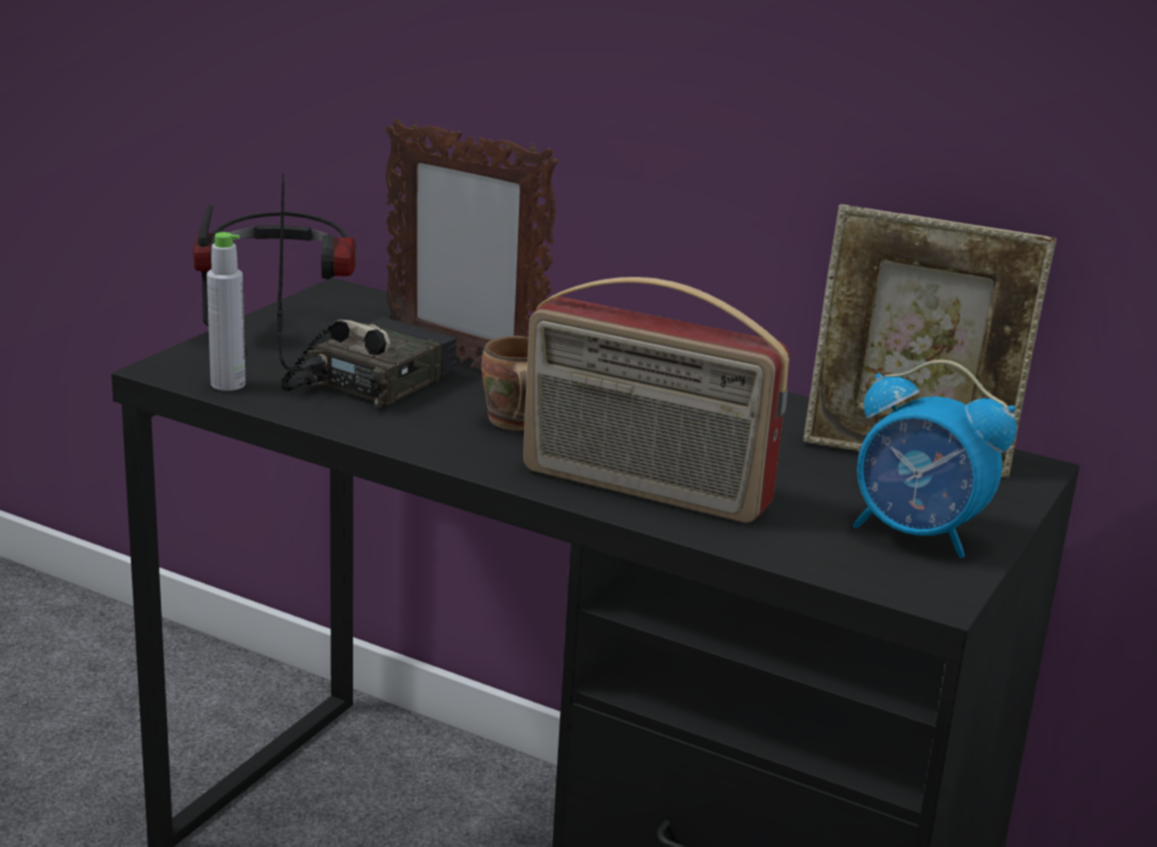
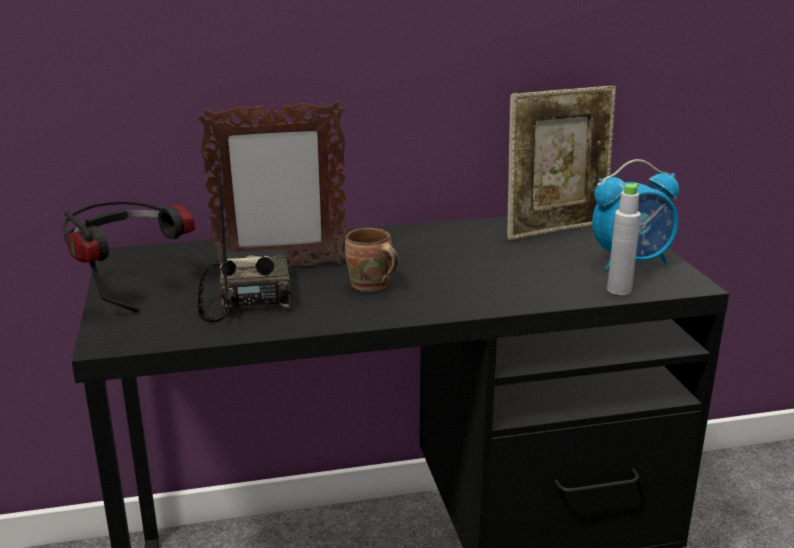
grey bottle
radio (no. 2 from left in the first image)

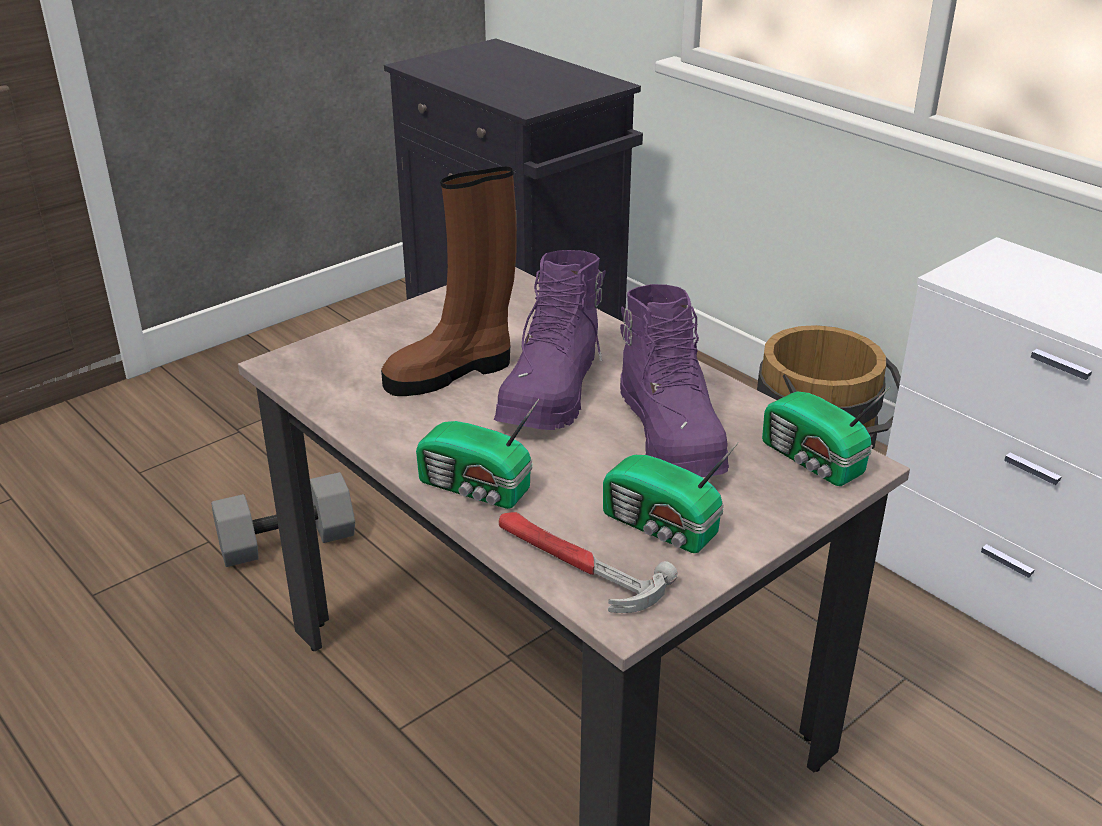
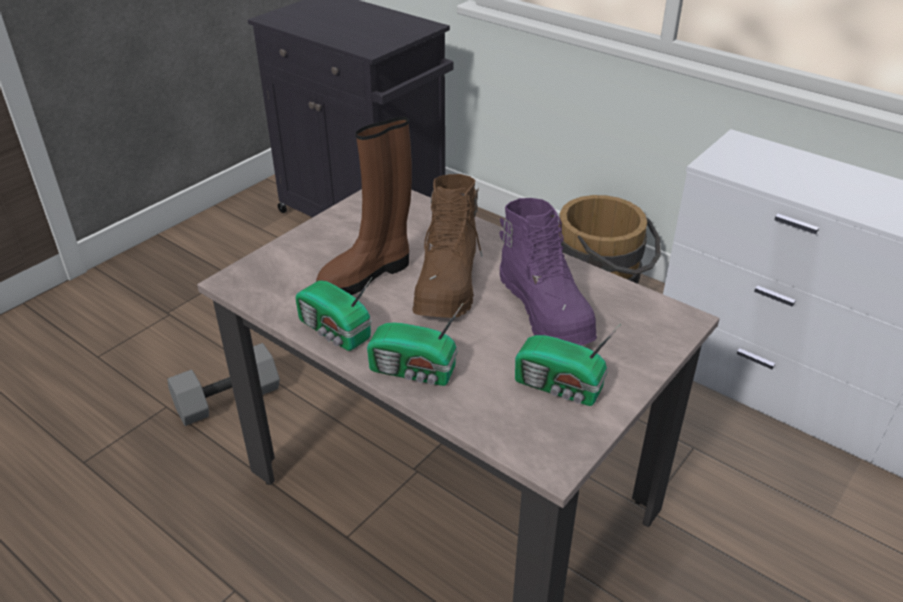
brown boot (no. 2 from left)
radio (no. 1 from left)
hammer

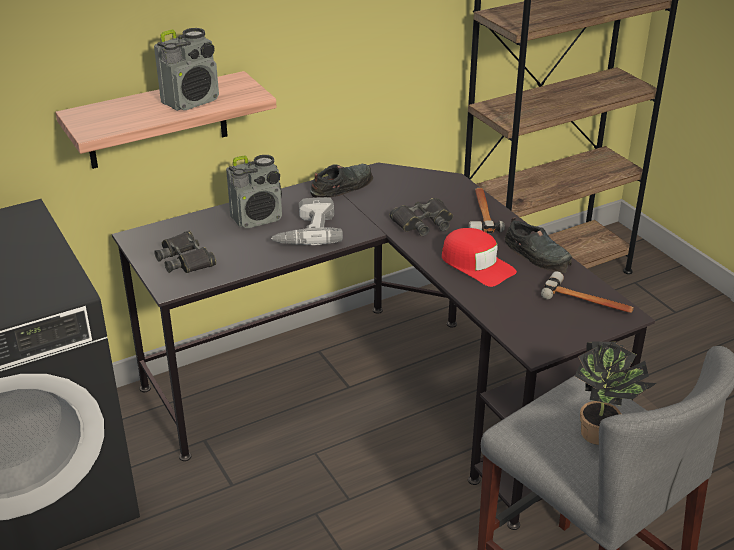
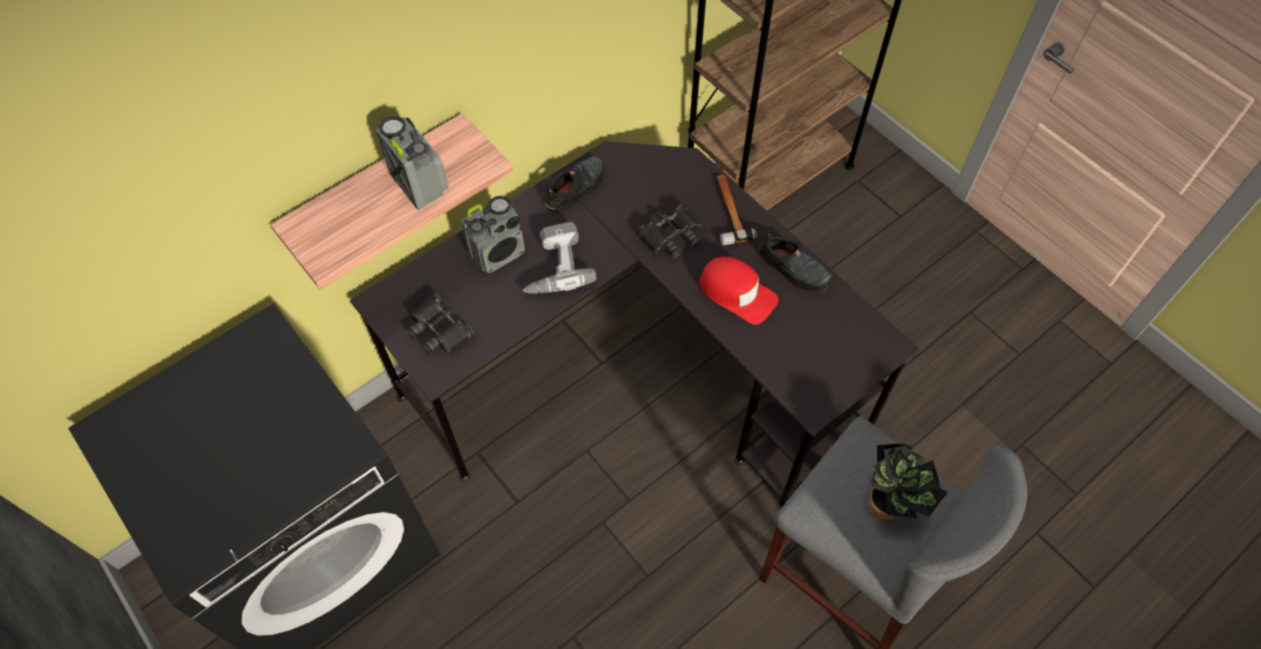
radio (no. 1 from left)
hammer (no. 2 from left in the first image)

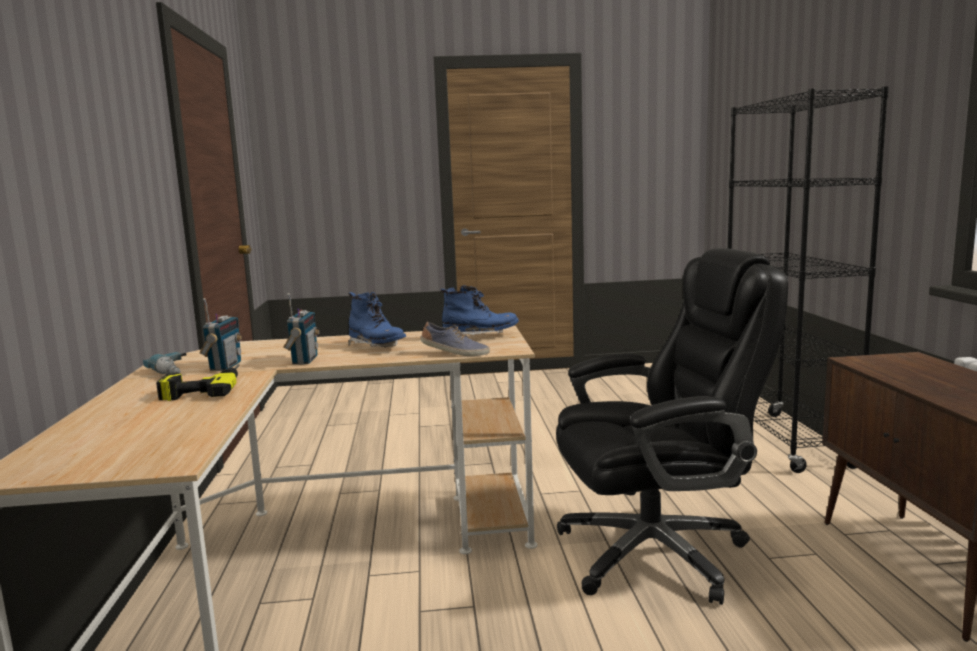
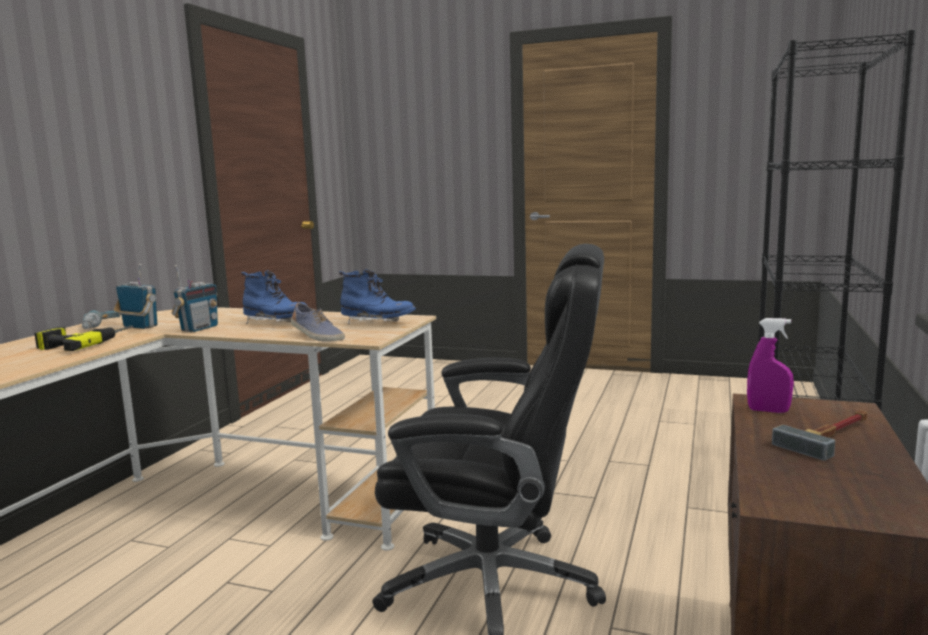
blue boot (no. 1 from left)
radio (no. 1 from left)
purple spray bottle
hammer

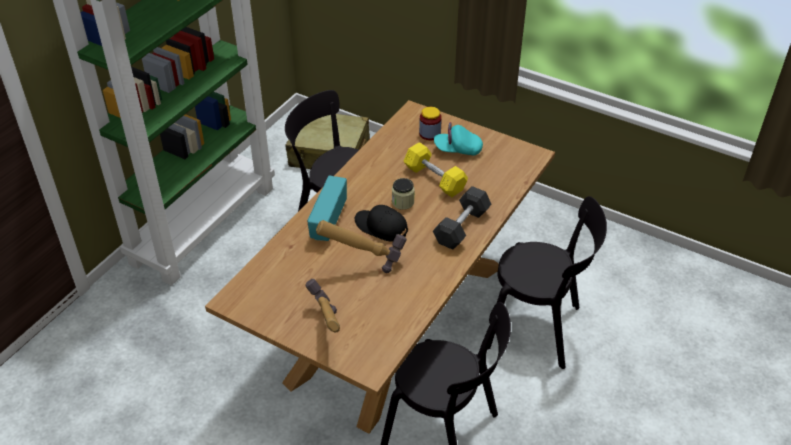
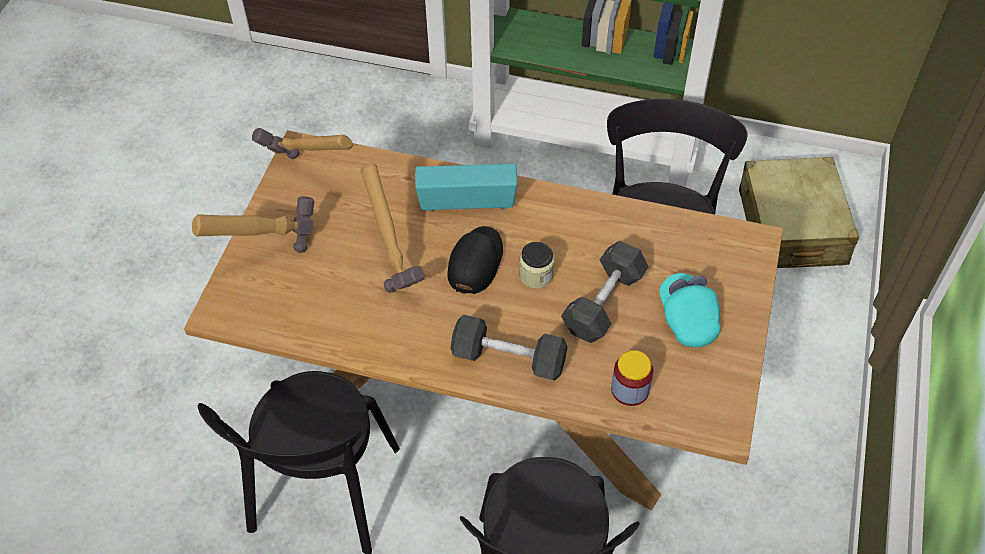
jar (no. 2 from left)
grey dumbbell (no. 2 from left)
hammer (no. 2 from left)

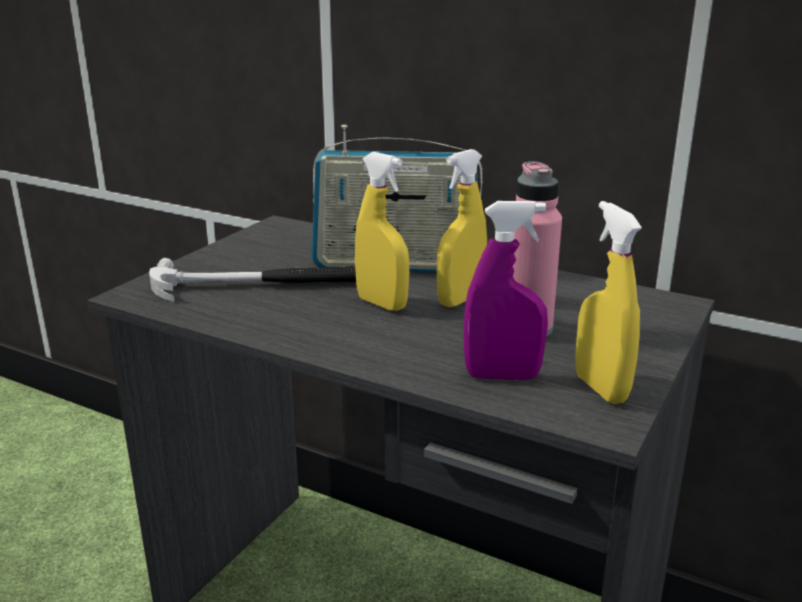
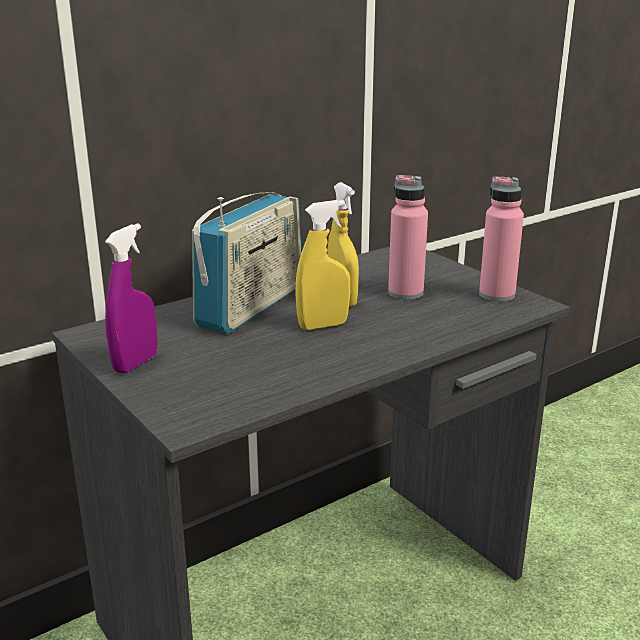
purple spray bottle
pink bottle (no. 2 from left)
hammer

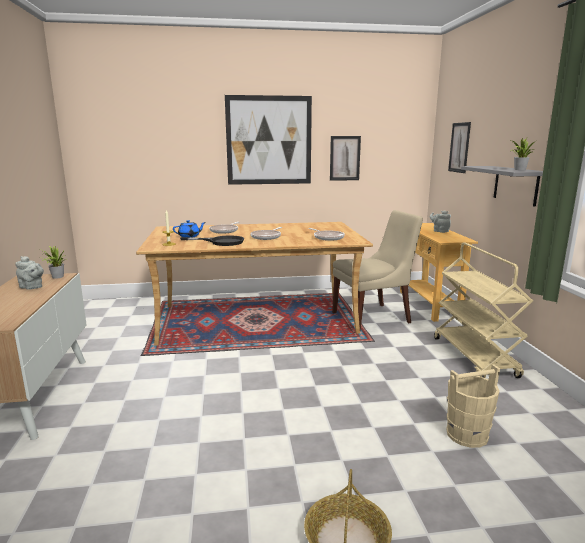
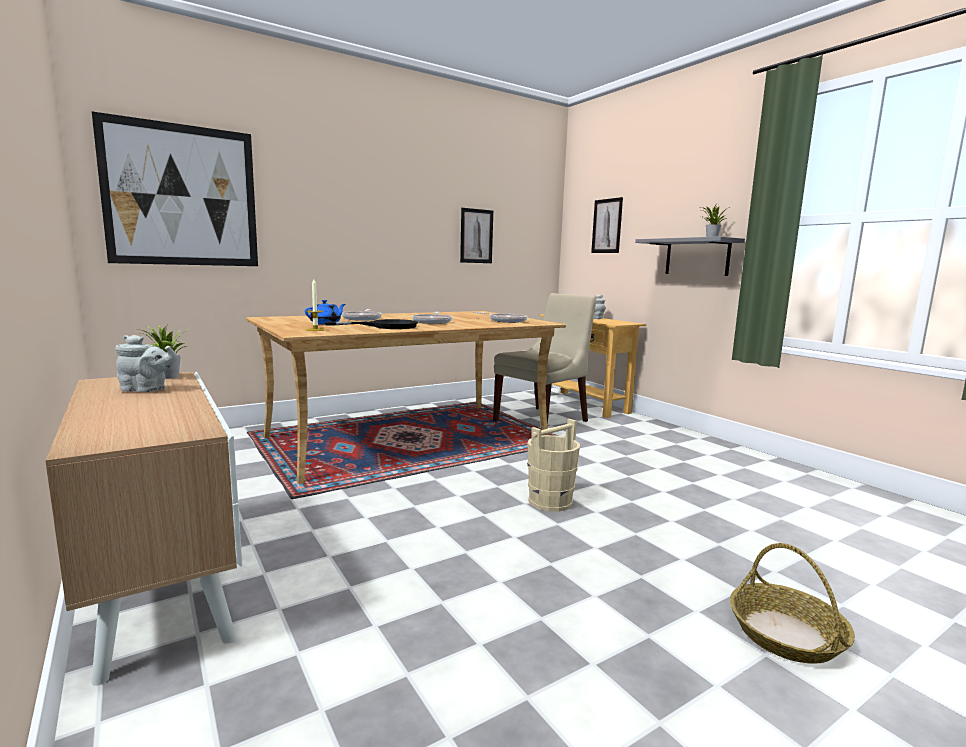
picture (no. 1 from left)
beige cart
beige bucket

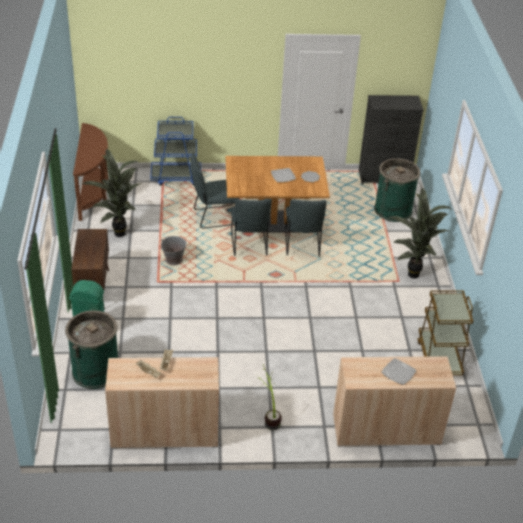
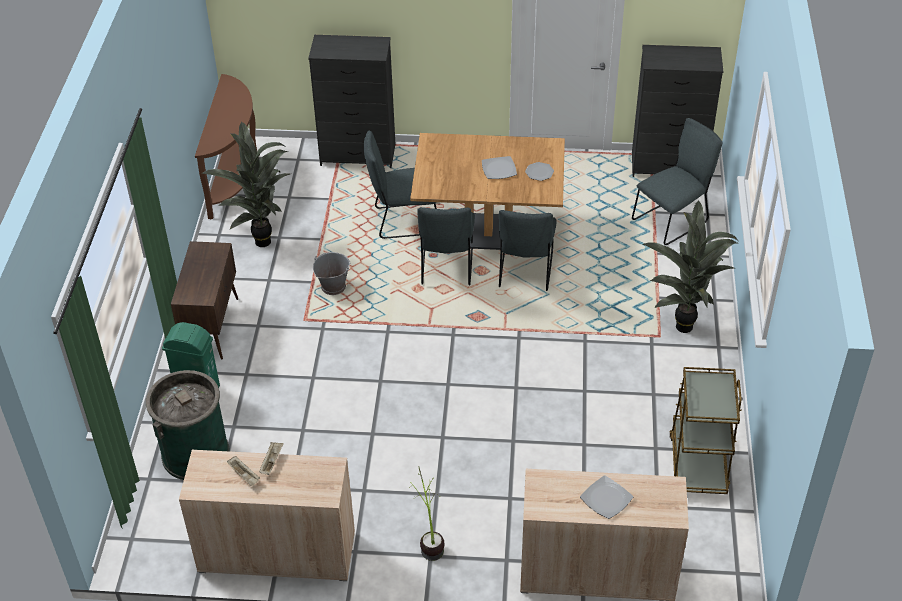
black dresser (no. 1 from left)
grey chair (no. 4 from left)

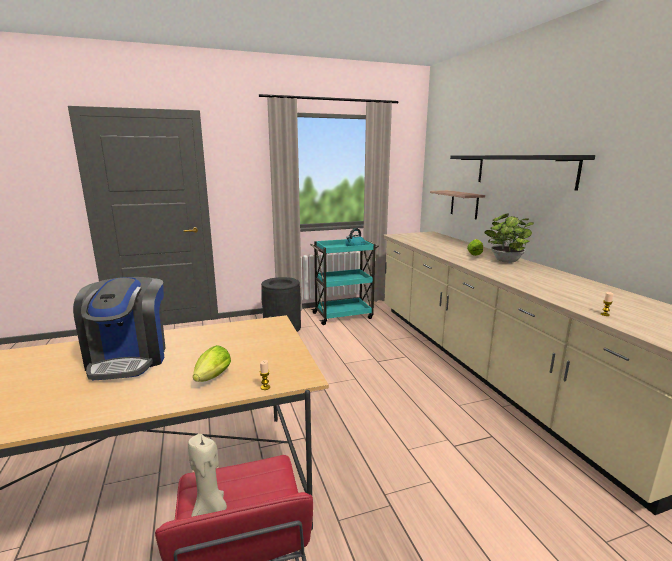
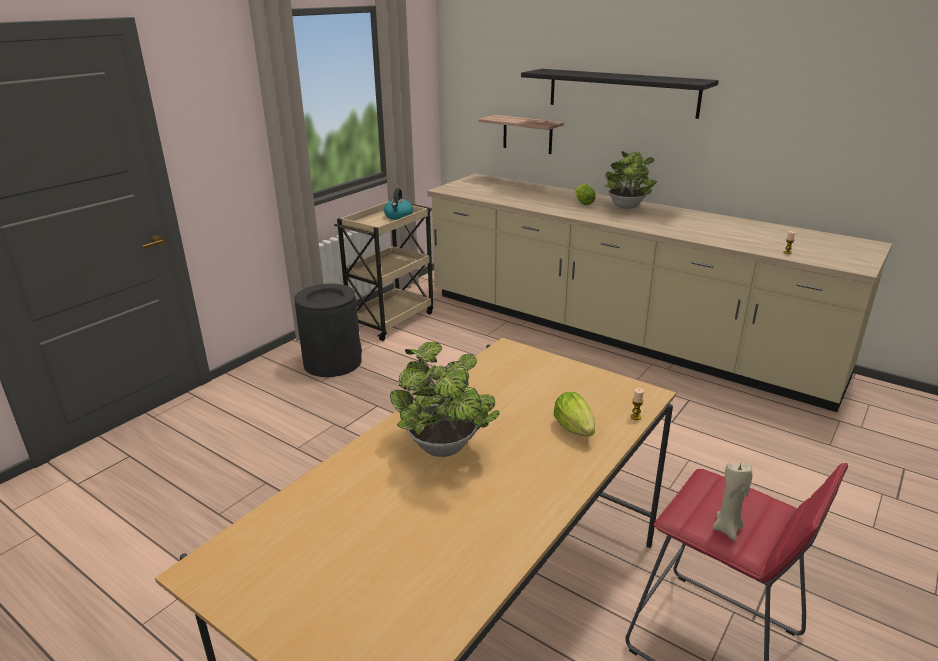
beige cart
potted plant (no. 1 from left)

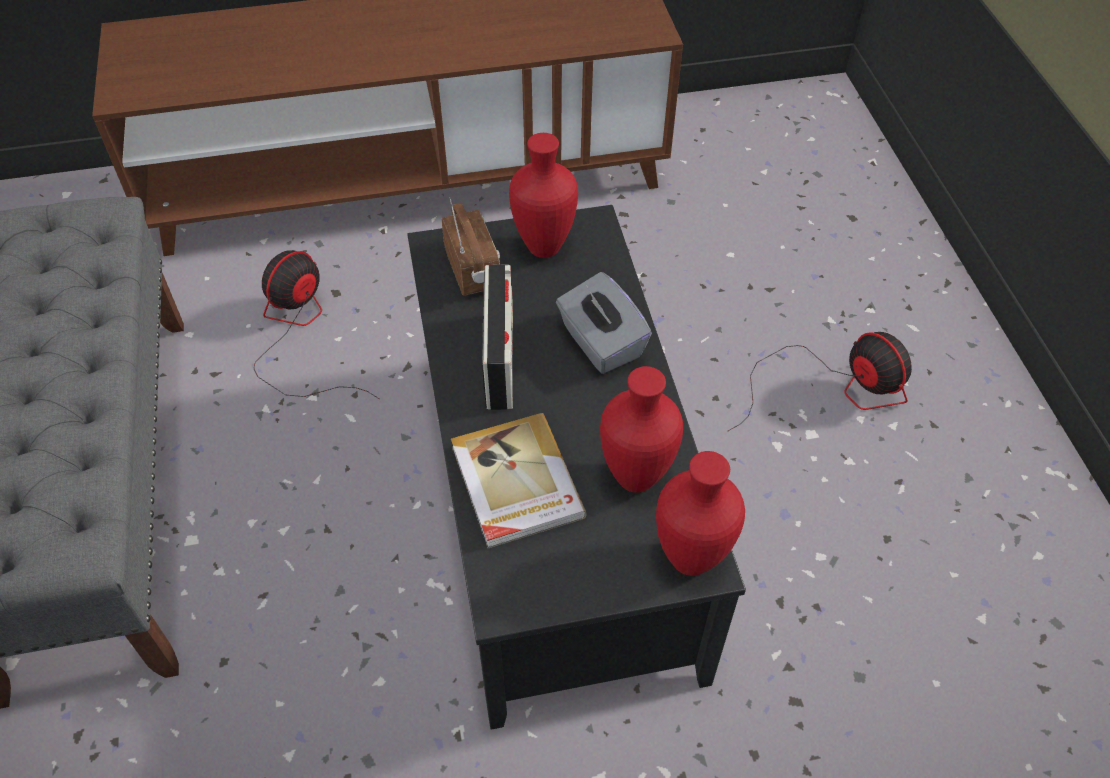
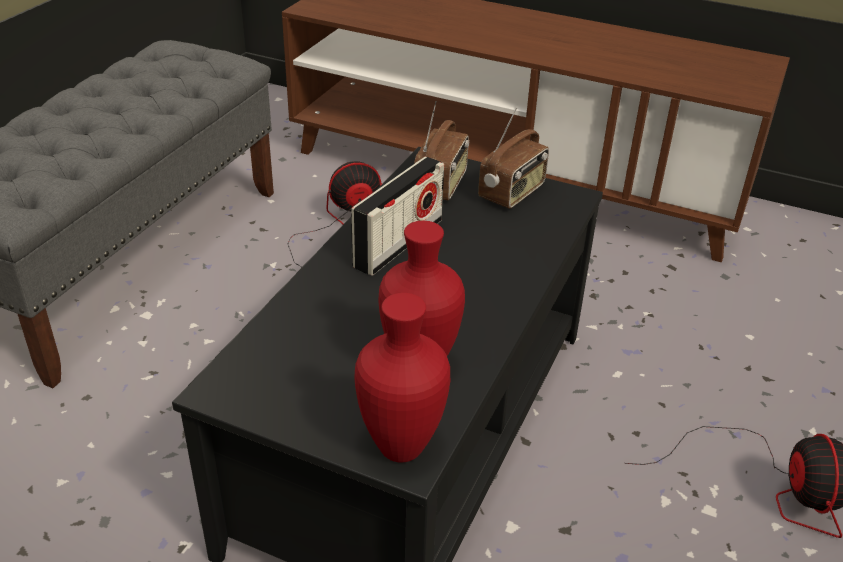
radio (no. 3 from left)
grey tissue box
book

